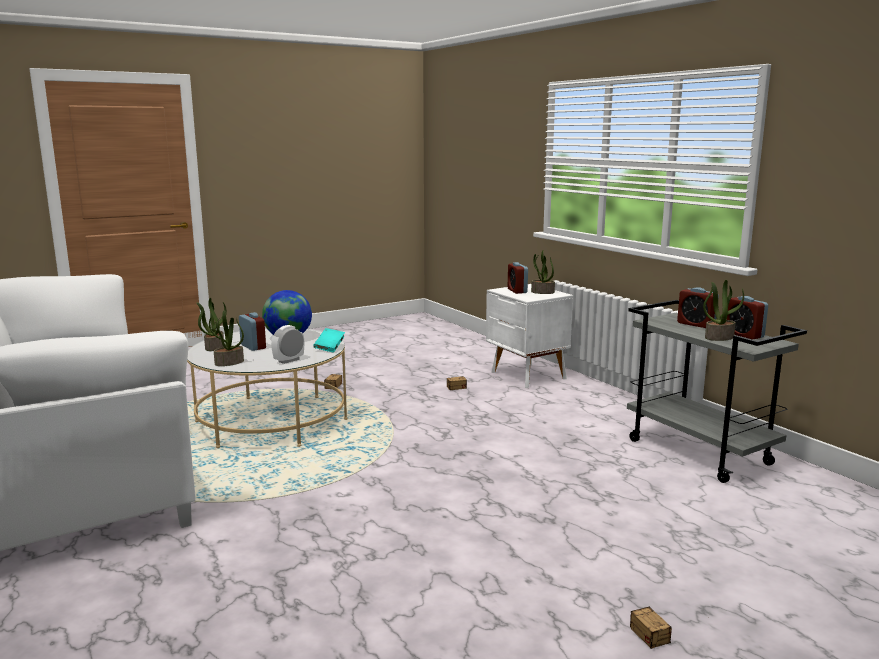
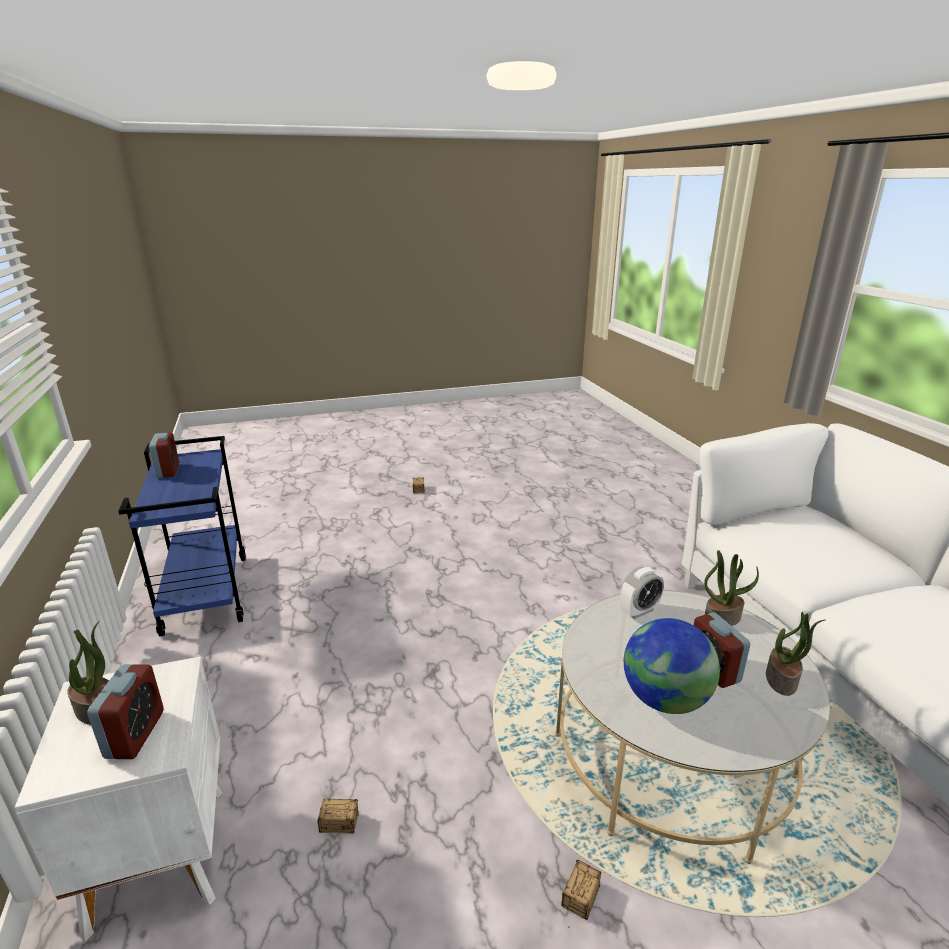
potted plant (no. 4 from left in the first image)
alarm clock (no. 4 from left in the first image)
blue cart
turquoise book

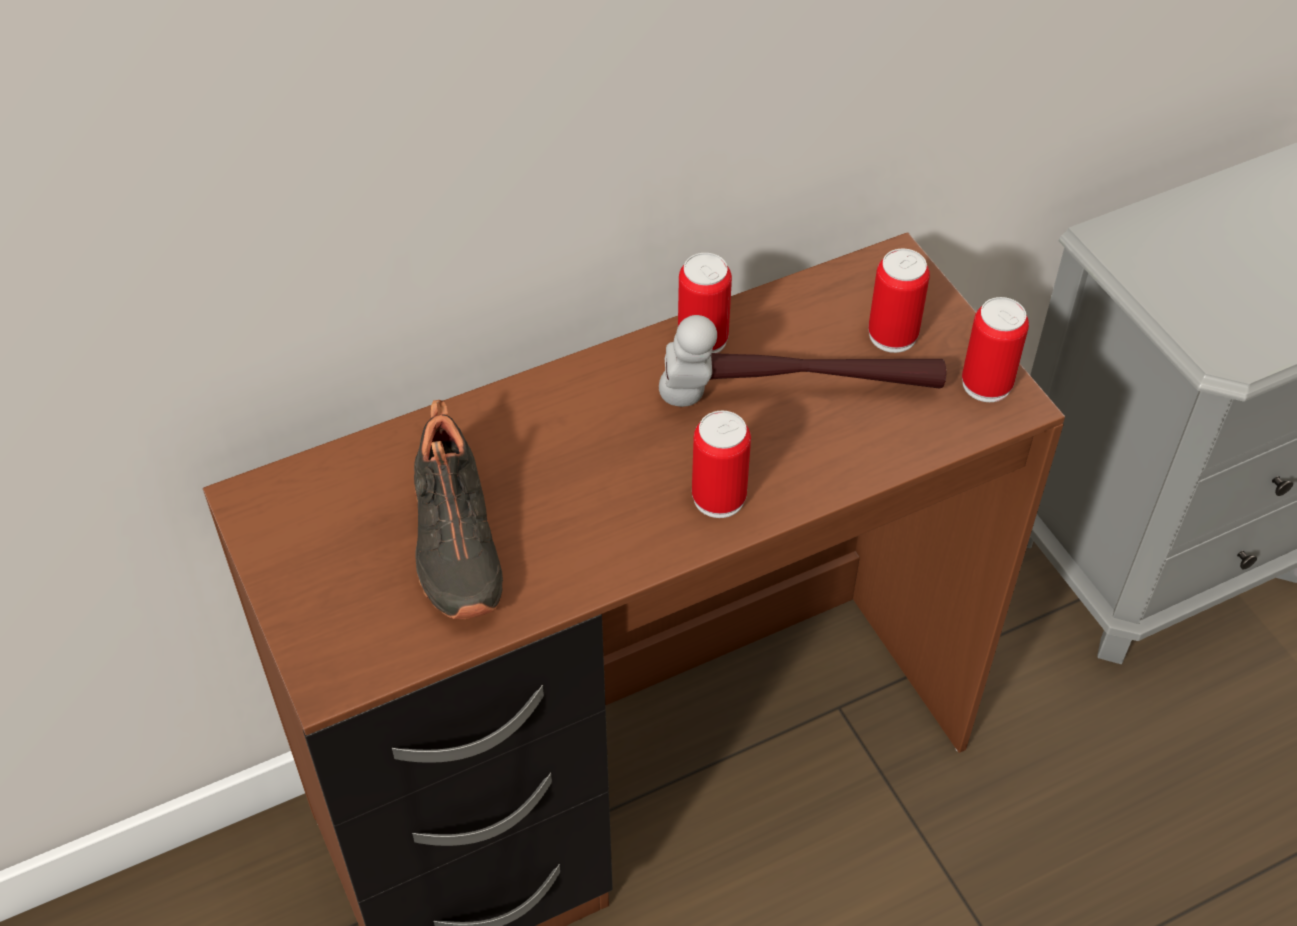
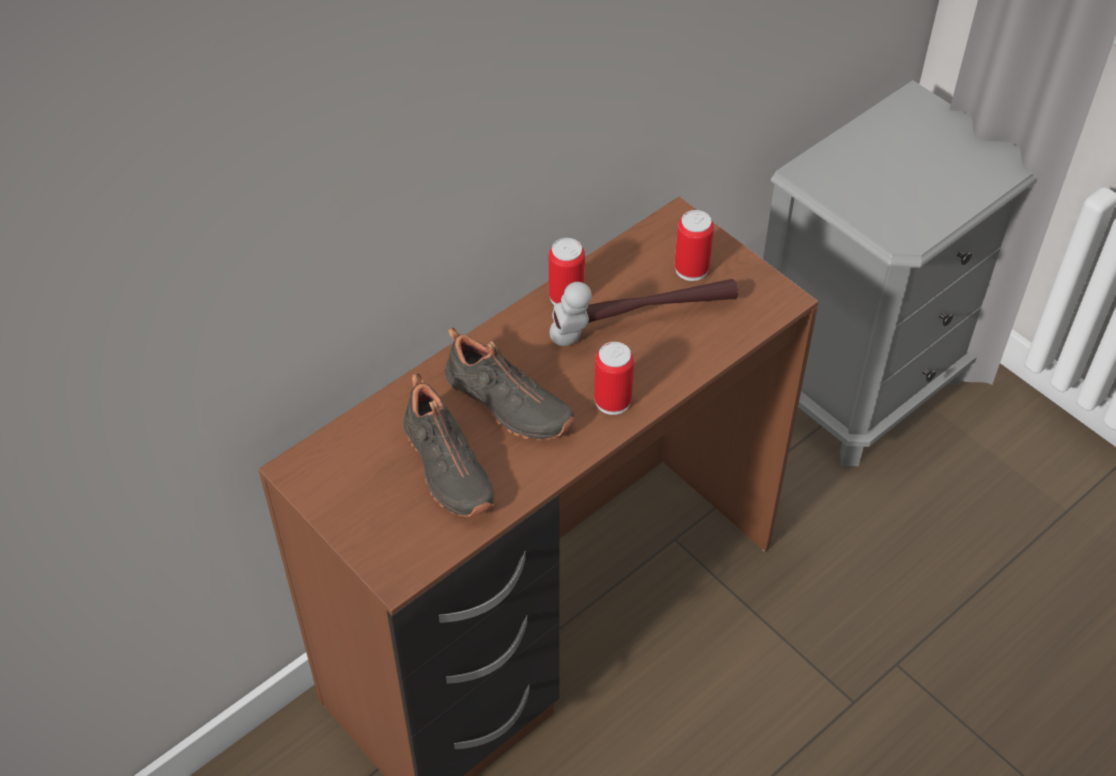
can (no. 4 from left in the first image)
black shoe (no. 2 from left)

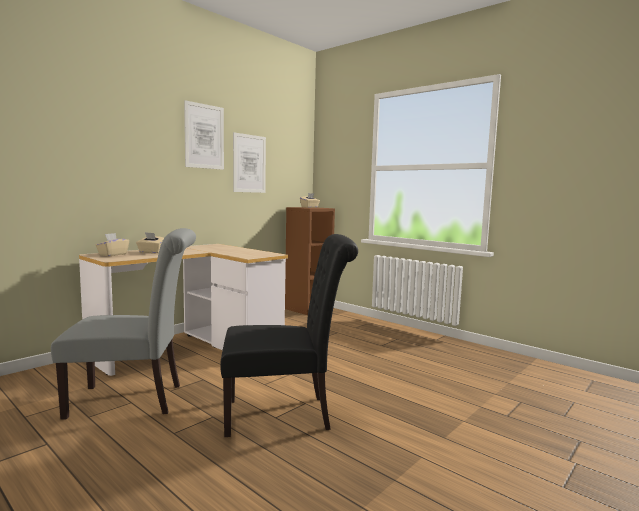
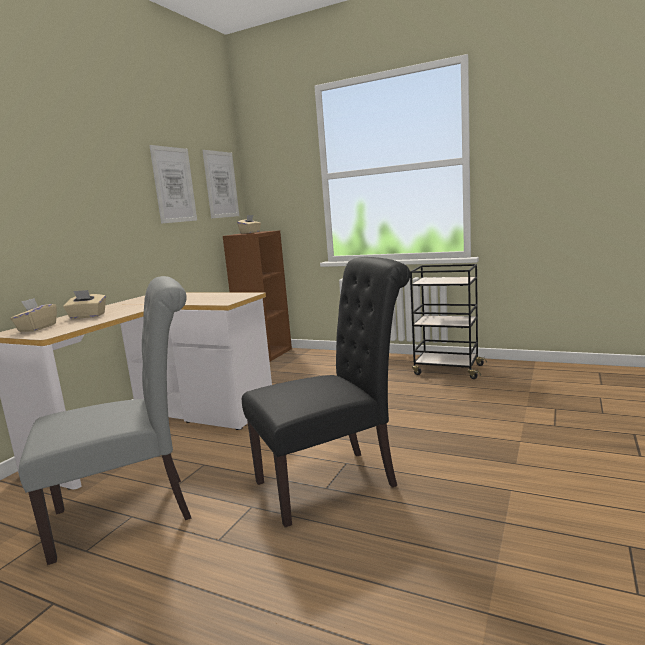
picture (no. 2 from left)
black cart

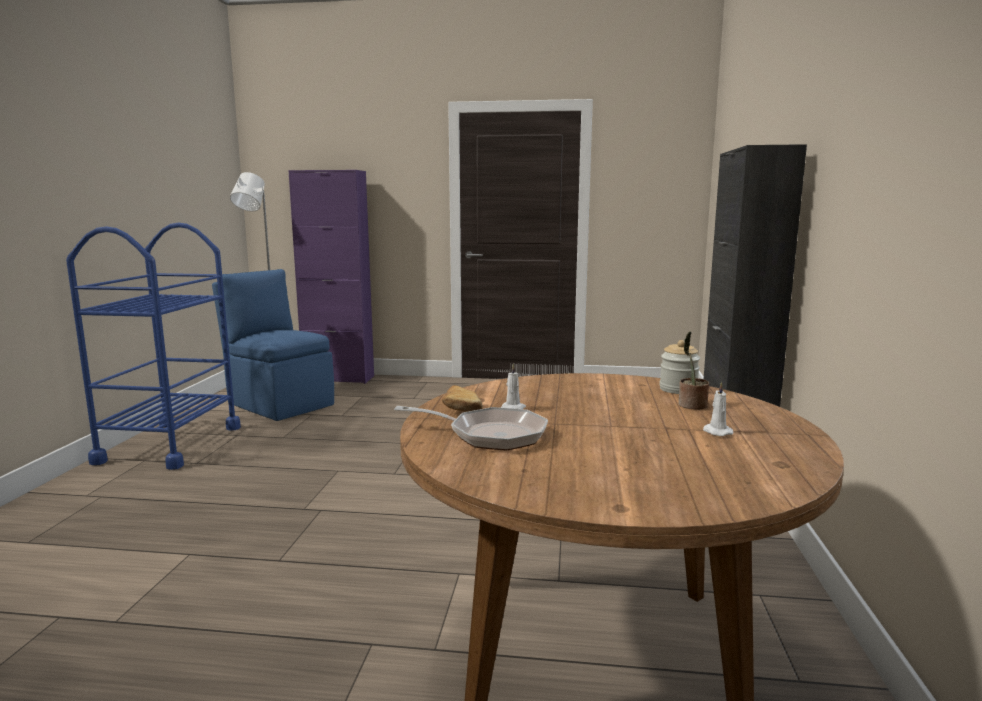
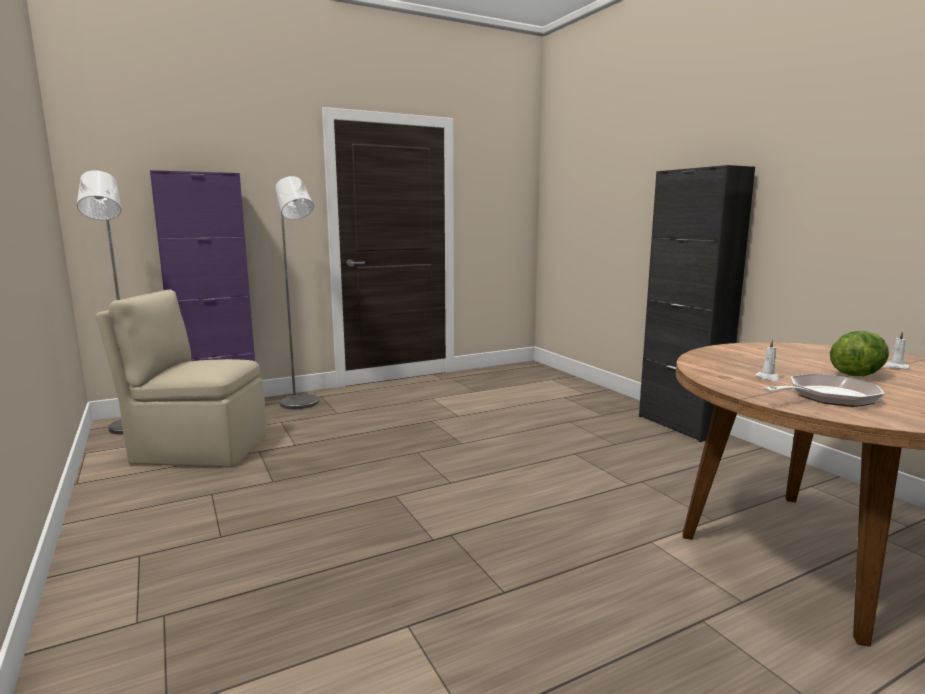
blue cart
beige chair
potted plant
jar
bread
grey floor lamp (no. 2 from left)
lettuce

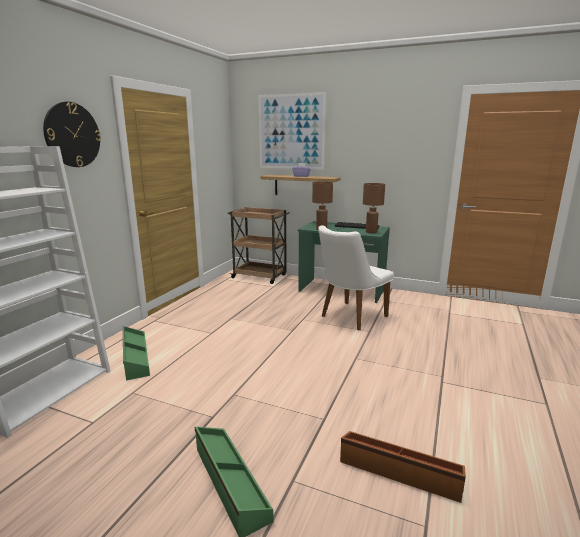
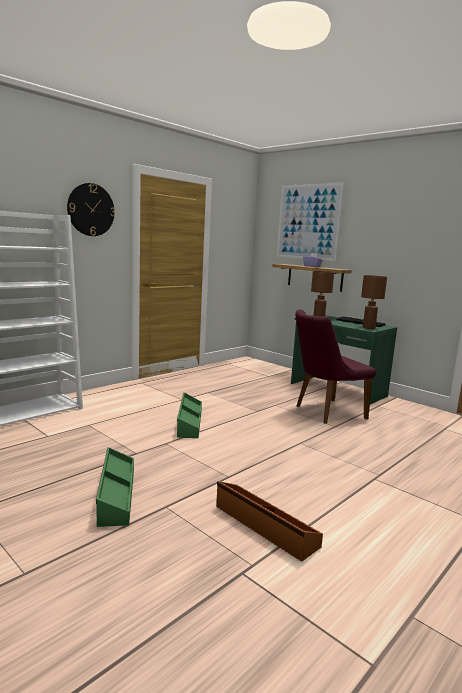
brown cart
purple chair
green storage box (no. 2 from left)

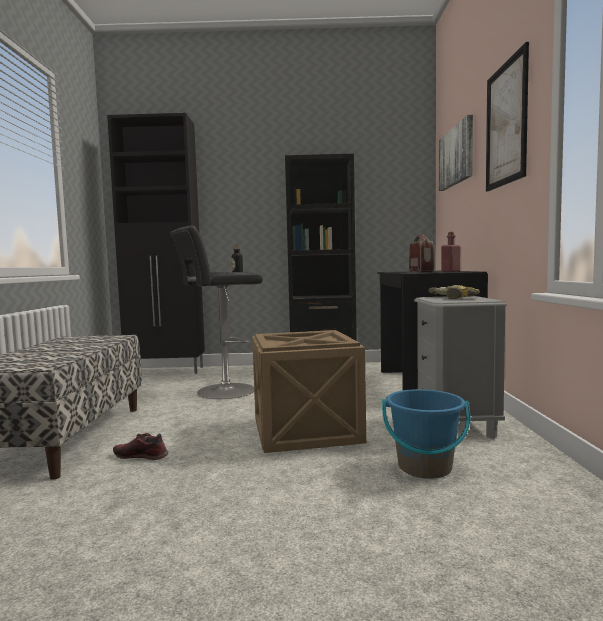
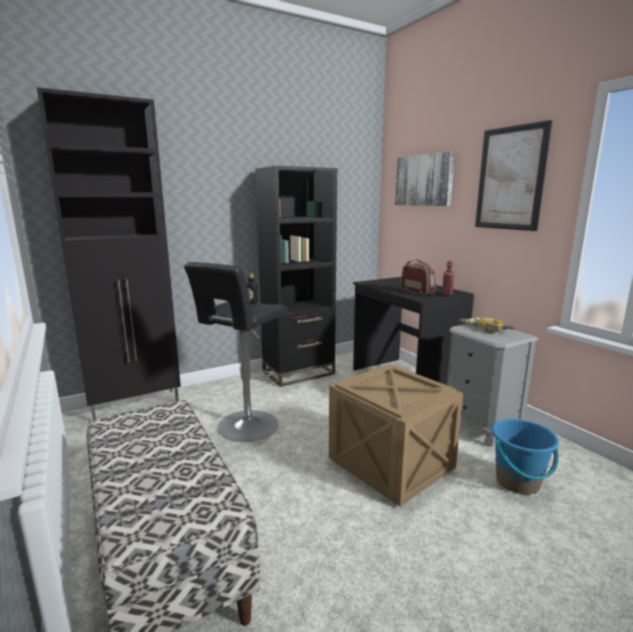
shoe

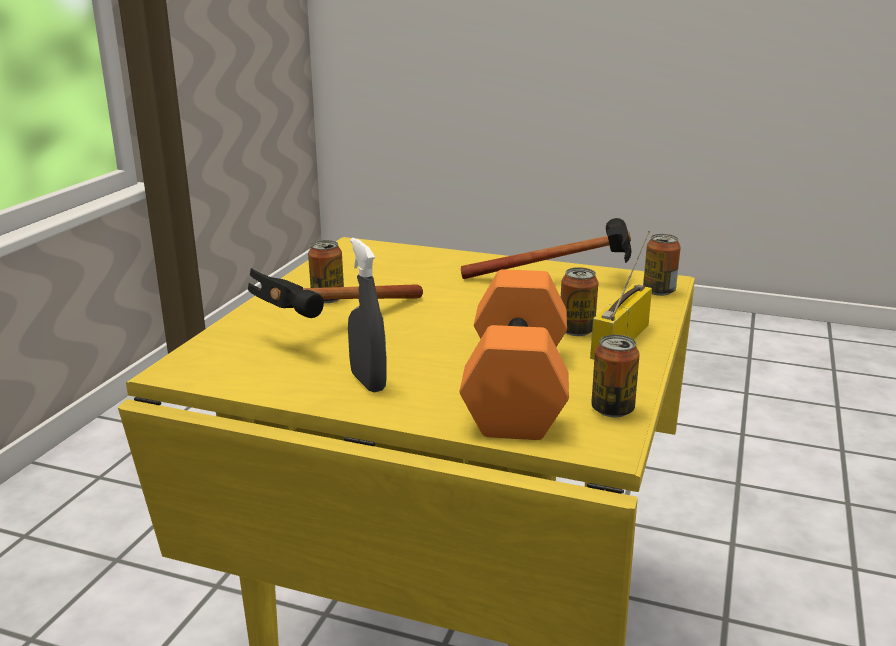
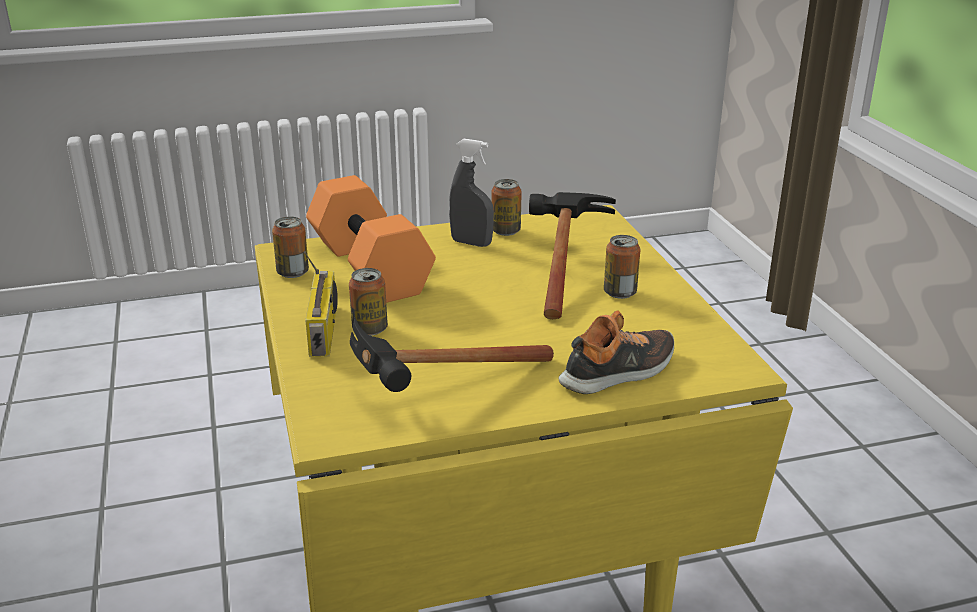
can (no. 3 from left)
shoe

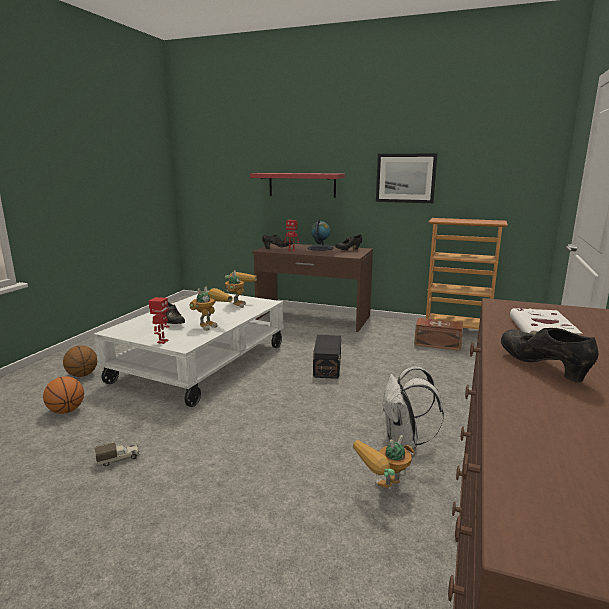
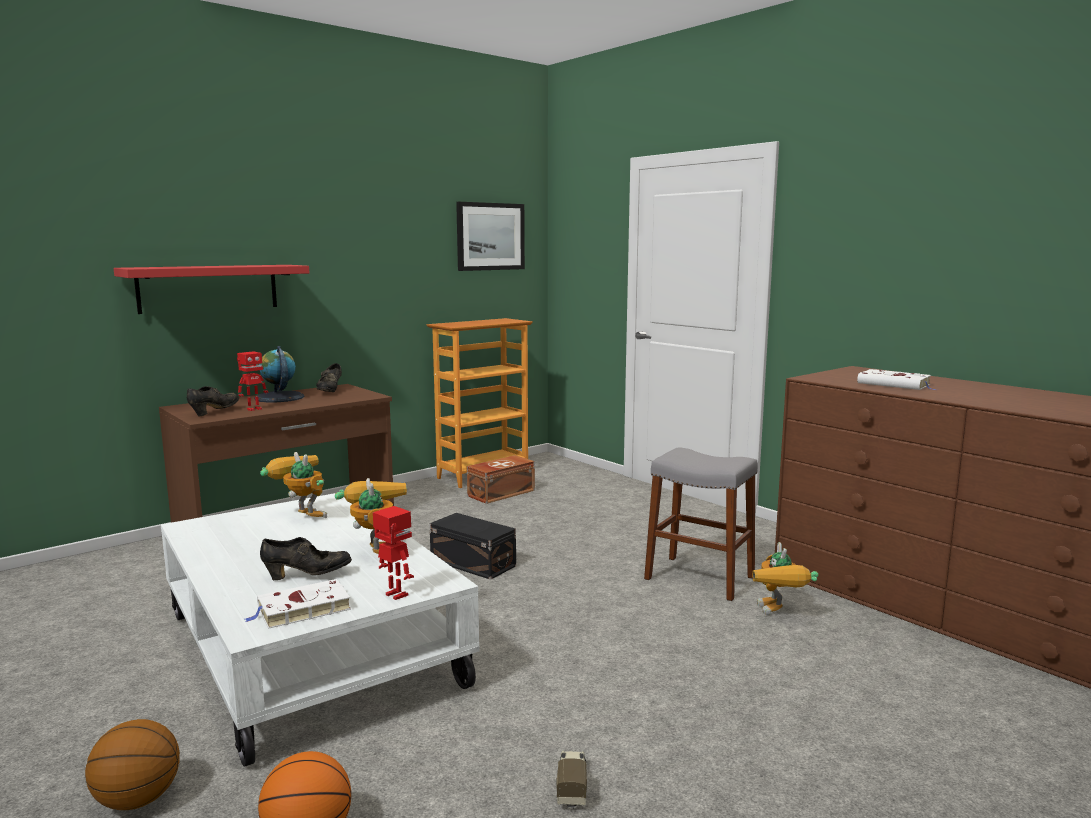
picture
black shoe (no. 4 from left in the first image)
grey stool
white book (no. 1 from left)

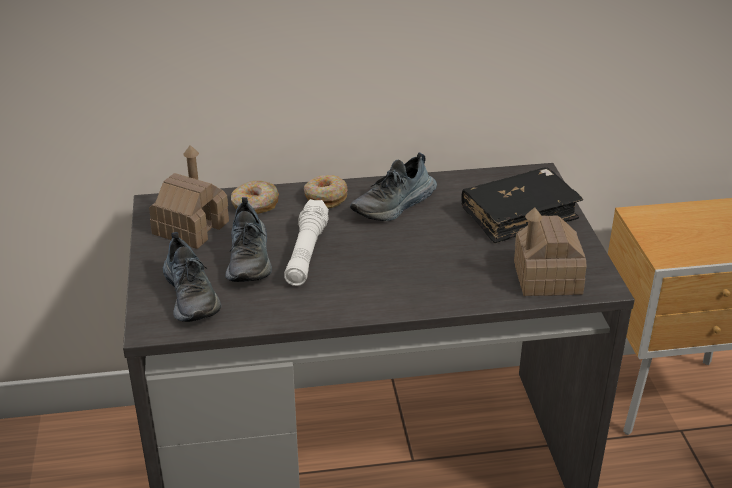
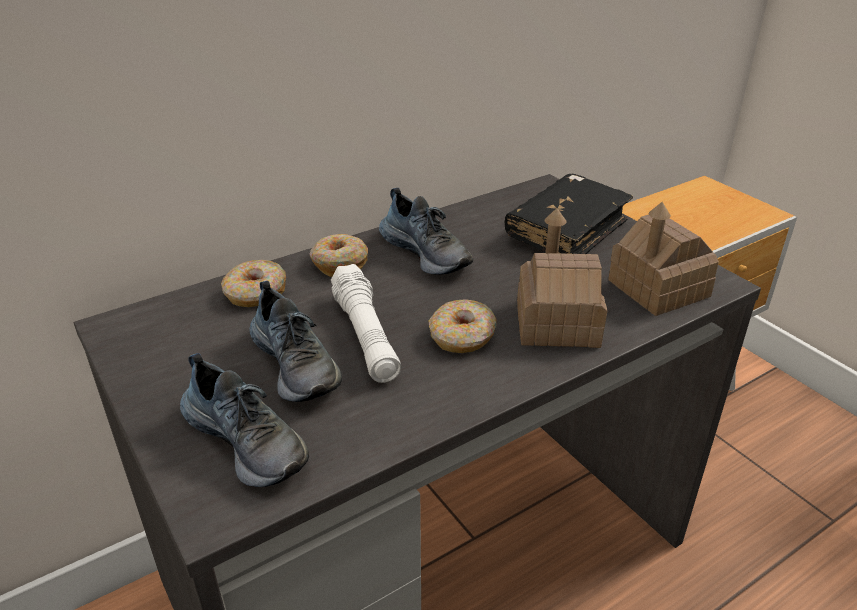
toy house (no. 1 from left)
shoe (no. 3 from left)
donut (no. 3 from left)

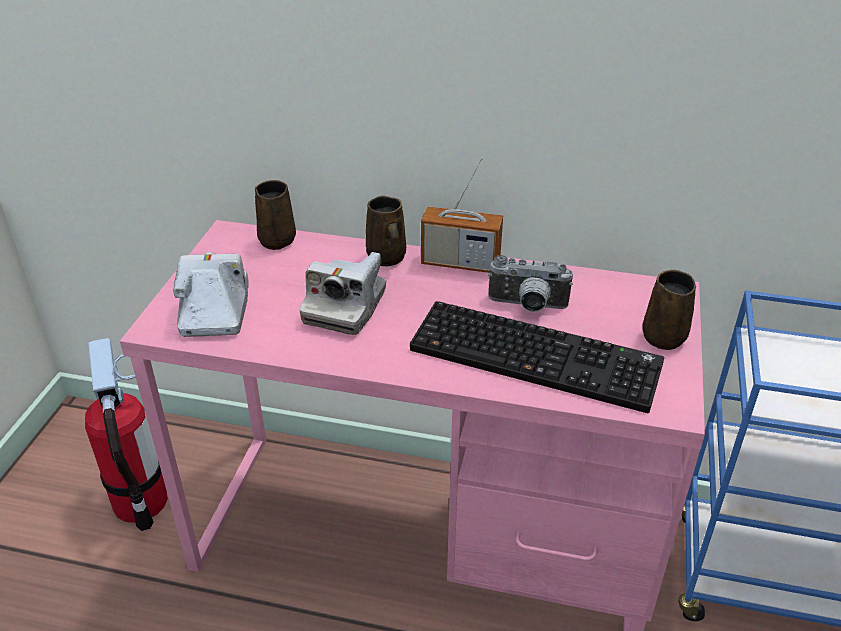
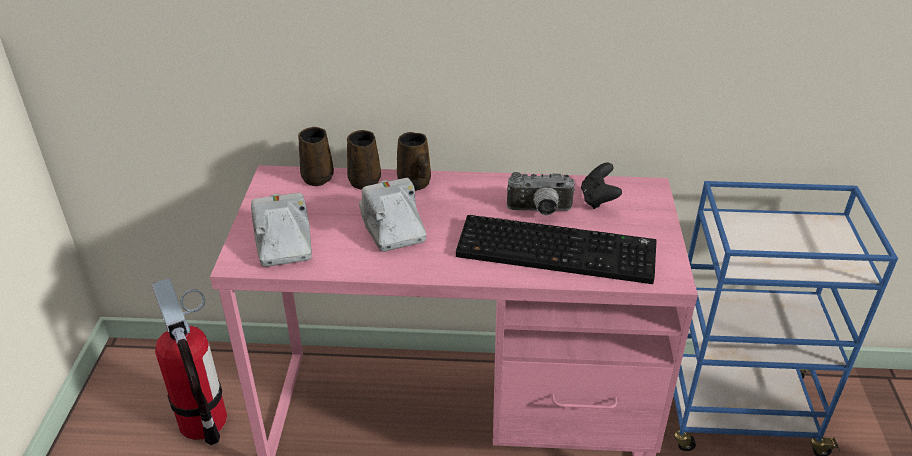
radio
photo camera (no. 2 from left)
brown mug (no. 2 from left)
black game controller

